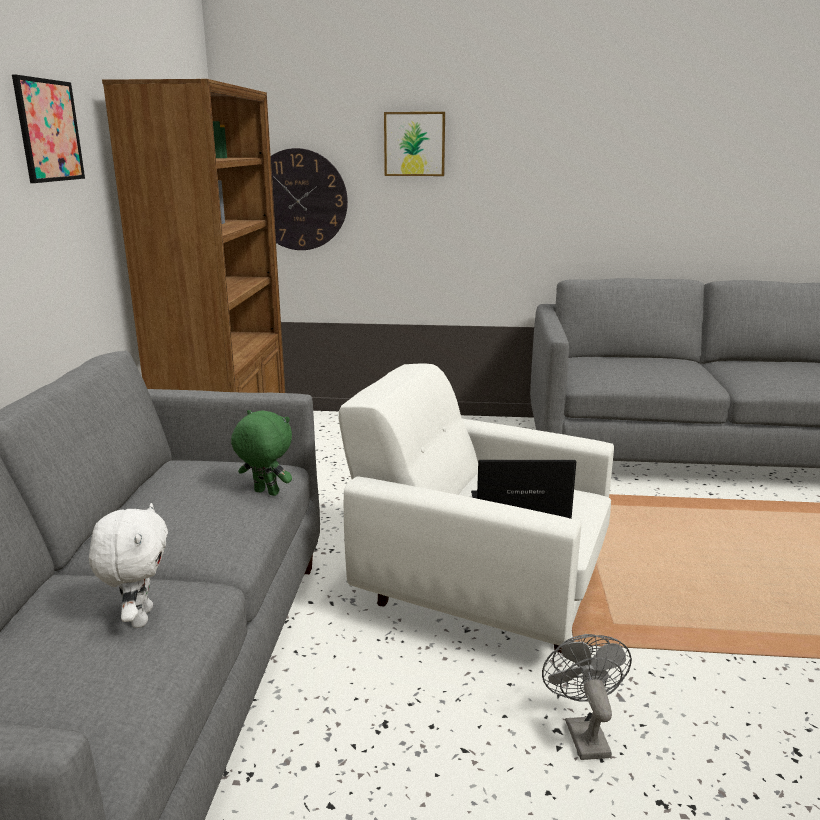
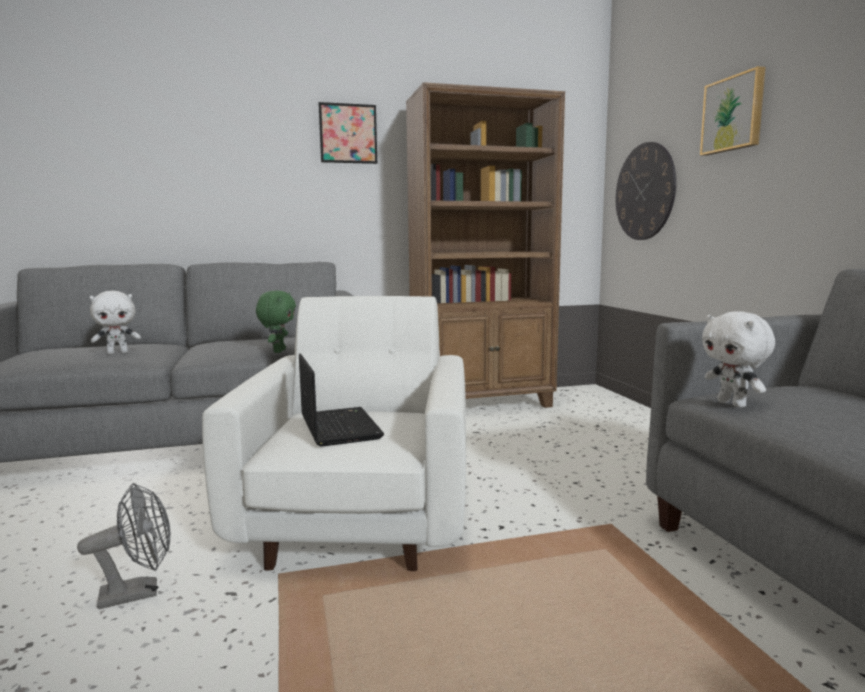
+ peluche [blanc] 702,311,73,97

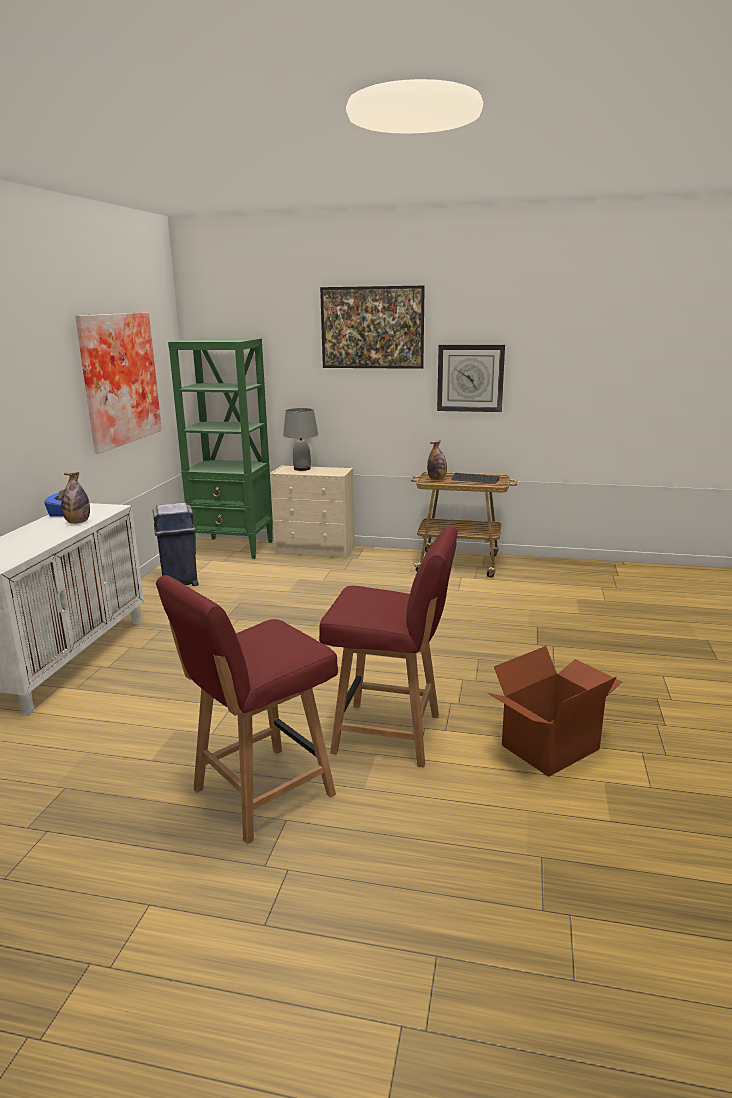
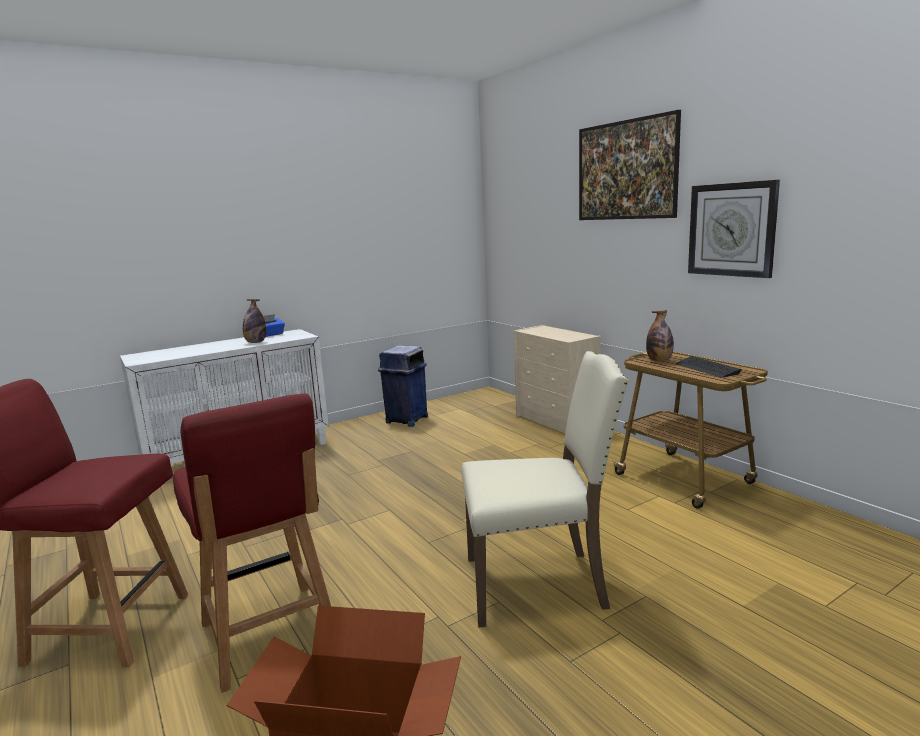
- tableau 75,312,87,142
- bibliothèque [vert] 168,339,105,220
- lampe de table [gris] 283,408,35,63
+ chaise [beige] 461,351,168,276

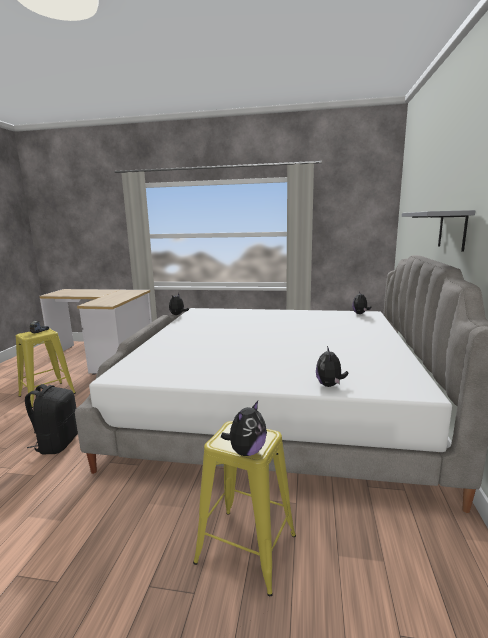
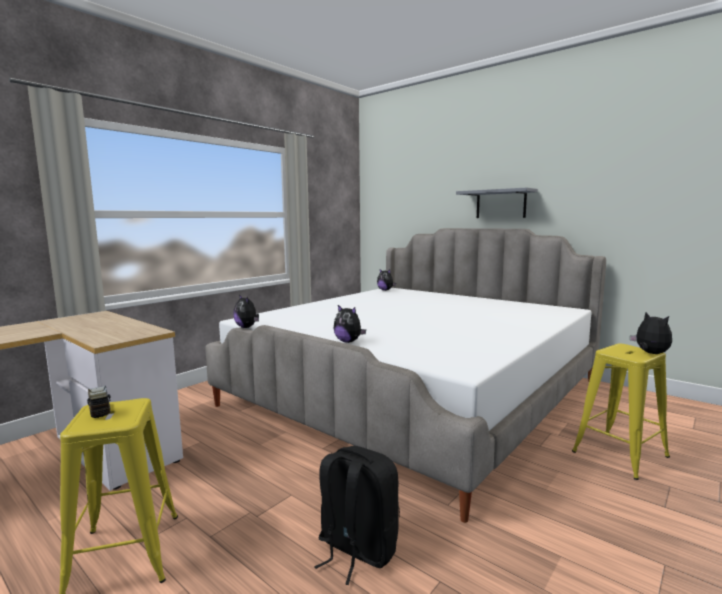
~ peluche 316,346,32,41 to 334,305,32,38

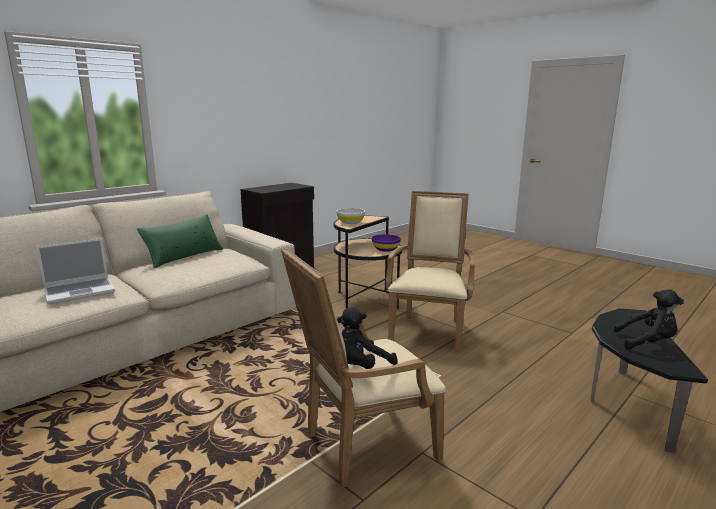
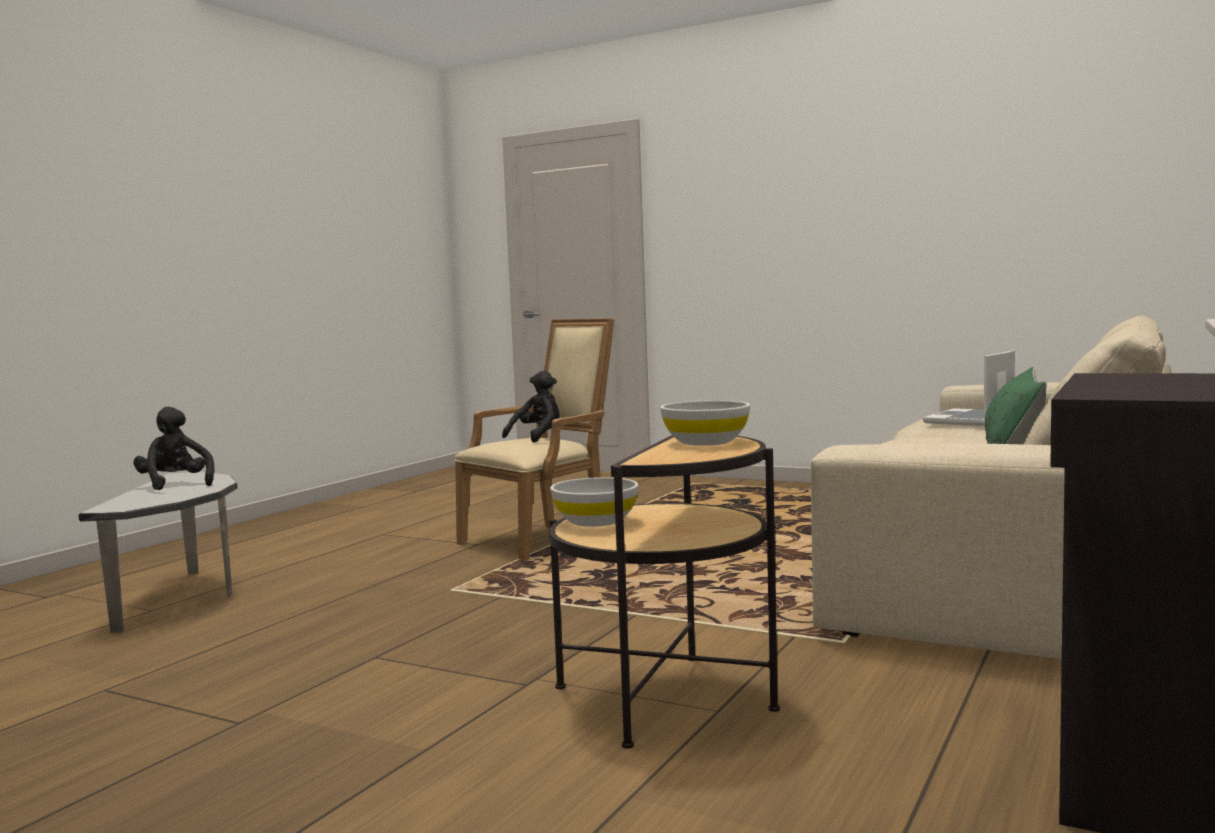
~ bol [violet] 372,234,29,18 to bol [blanc] 550,477,88,50
- fauteuil [beige] 386,191,89,161
~ peluche [noir] 614,289,70,61 = 133,406,82,84 60 degrees clockwise

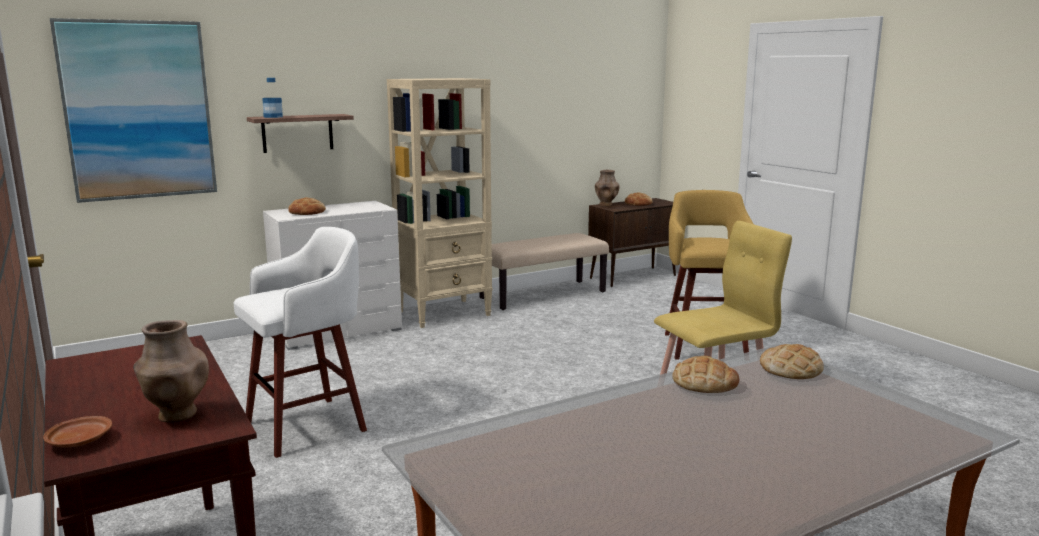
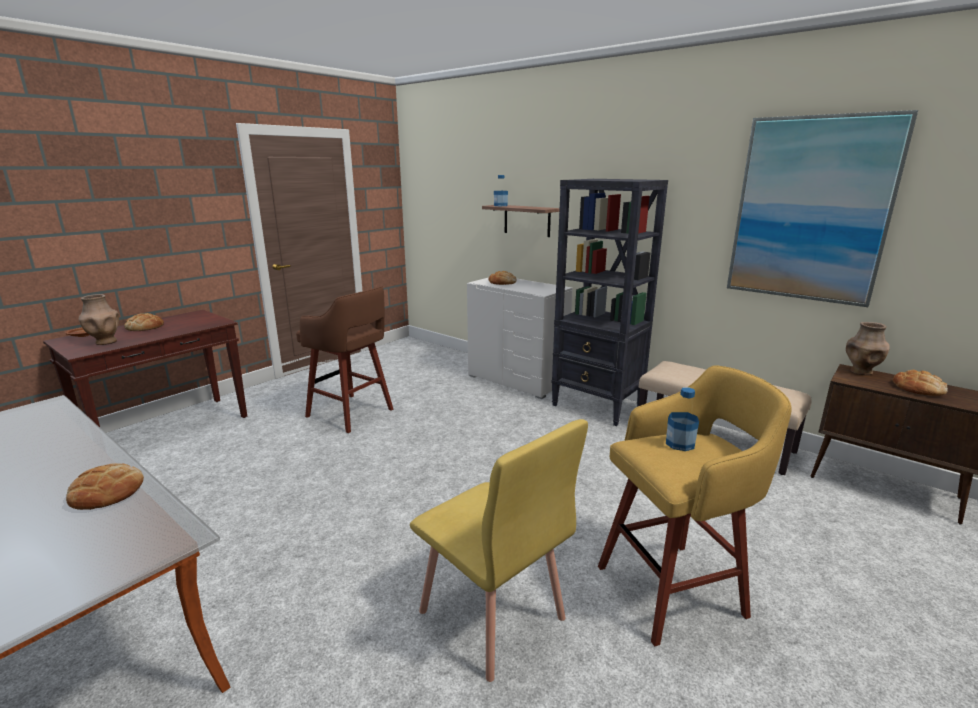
~ tableau 50,18,167,185 to 727,110,191,197
~ tabouret [blanc] 233,227,134,231 to tabouret [marron] 296,286,97,147
~ bibliothèque [beige] 387,78,105,250 to bibliothèque [noir] 551,179,117,247
~ pain 760,344,64,35 to 124,313,40,18
+ bouteille 666,388,33,63

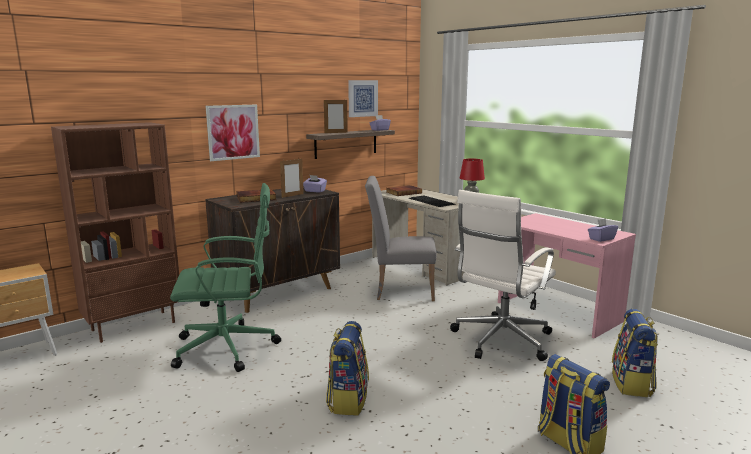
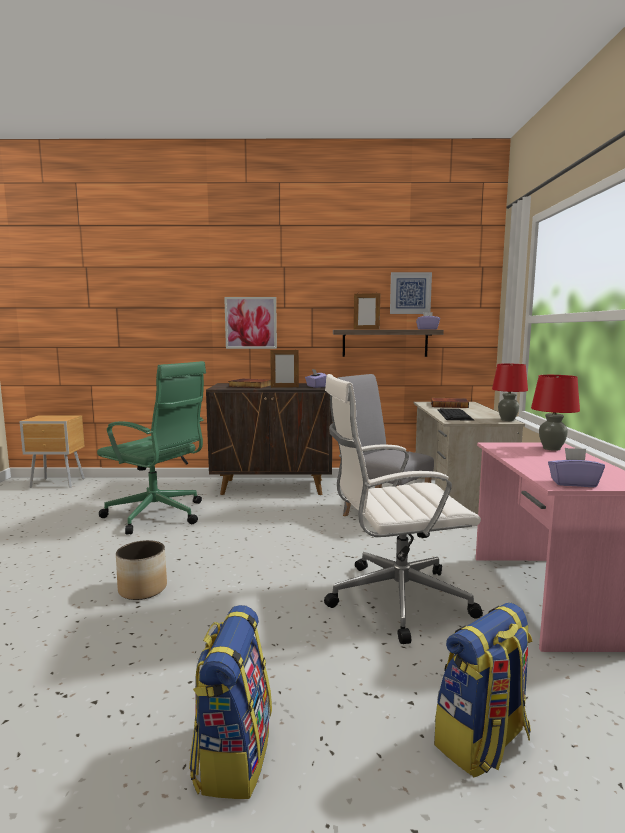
- bibliothèque [marron] 51,122,128,221
~ sac à dos 326,321,43,94 to cache-pot 116,540,51,60
+ lampe de table [rouge] 531,375,49,76

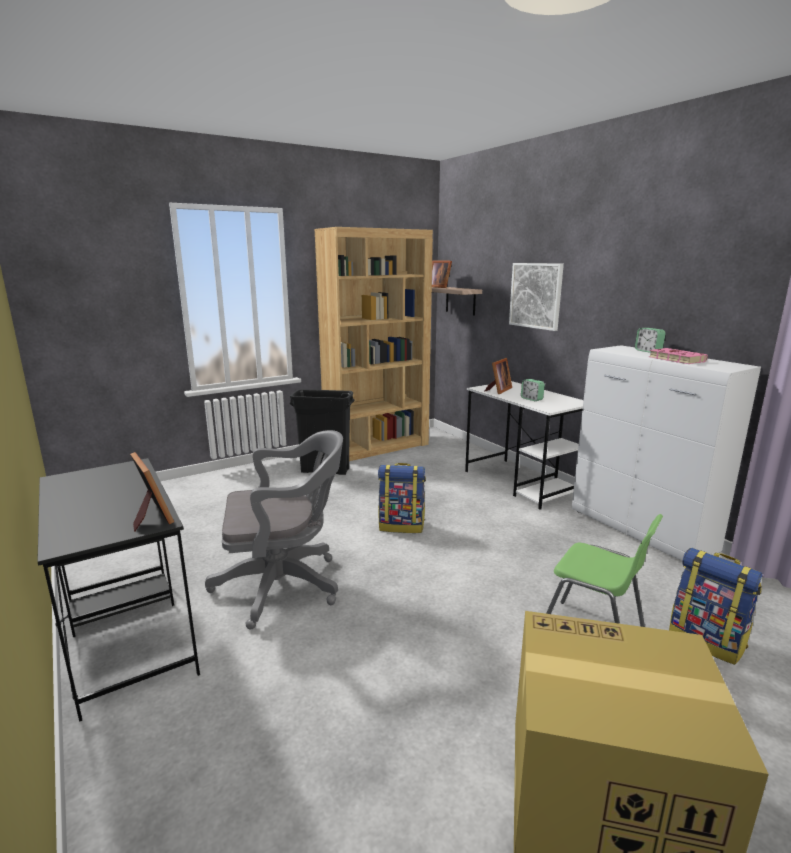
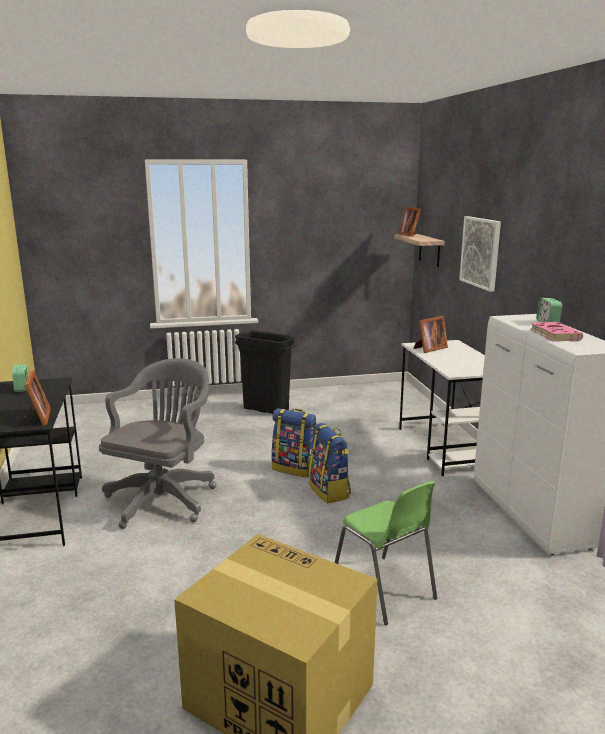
~ chaise de bureau [gris] 205,430,138,199 = 99,358,117,171 75 degrees counterclockwise
- bibliothèque [marron] 315,227,118,234
~ réveil 521,379,24,22 to 12,365,16,27
~ sac à dos 669,548,93,117 to 309,423,42,80

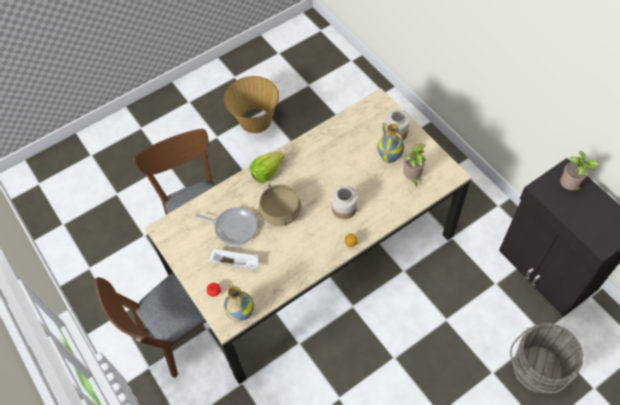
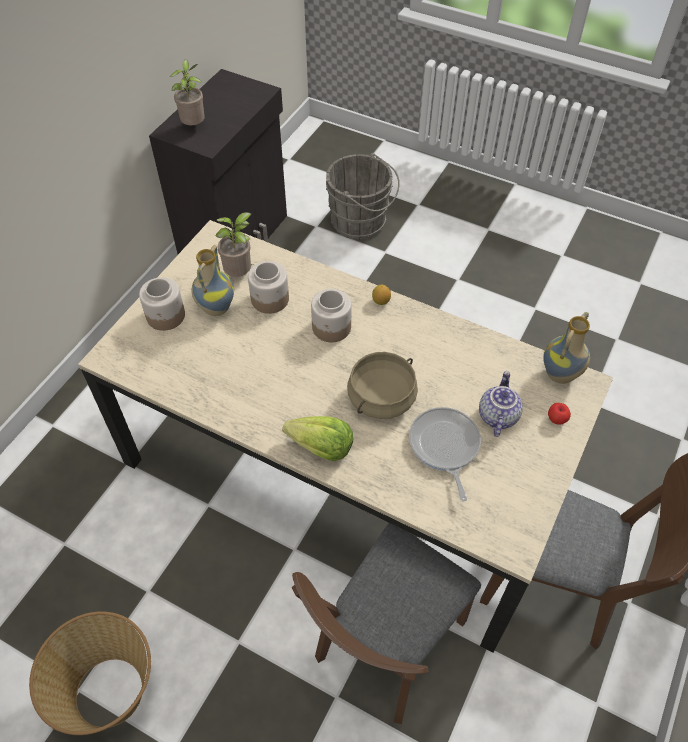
~ plateau [blanc] 208,249,50,21 to théière 479,371,44,66
+ bocal 248,261,41,53

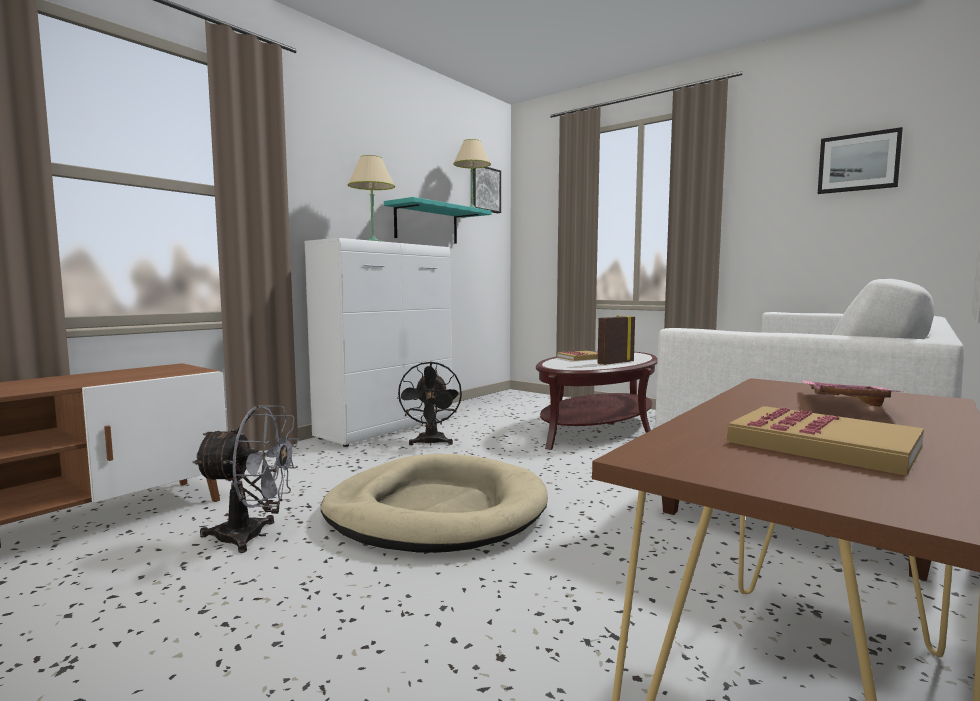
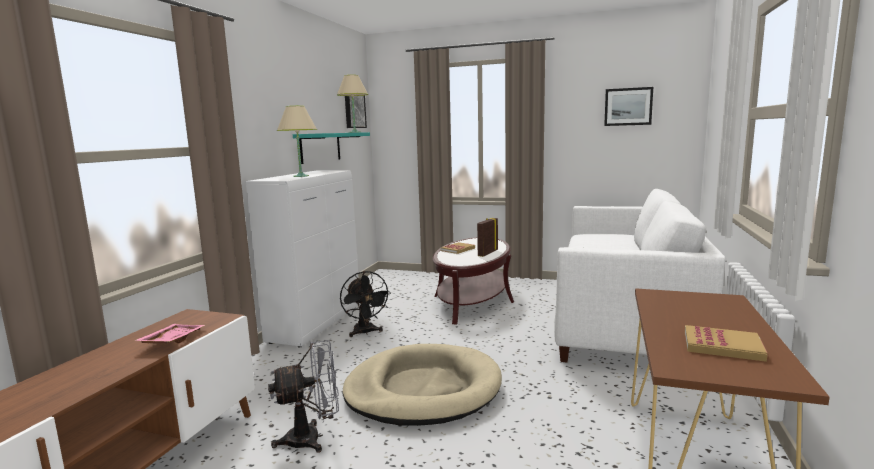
~ plateau [rose] 801,380,104,27 to 134,324,71,20

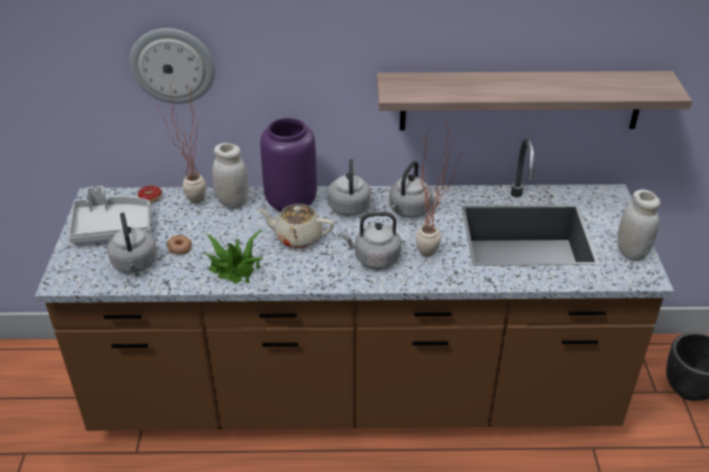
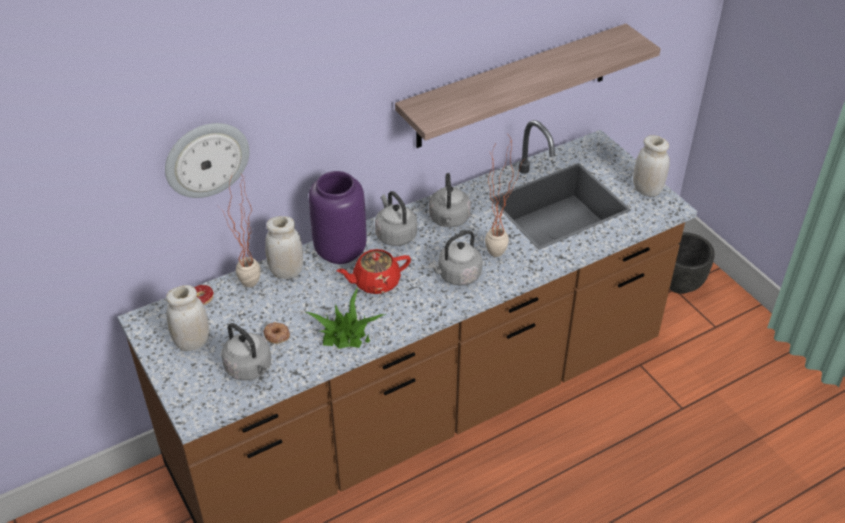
~ plateau [gris] 68,186,83,57 to bocal [blanc] 166,285,43,66
~ théière [beige] 258,204,76,44 to théière [rouge] 336,249,75,45

